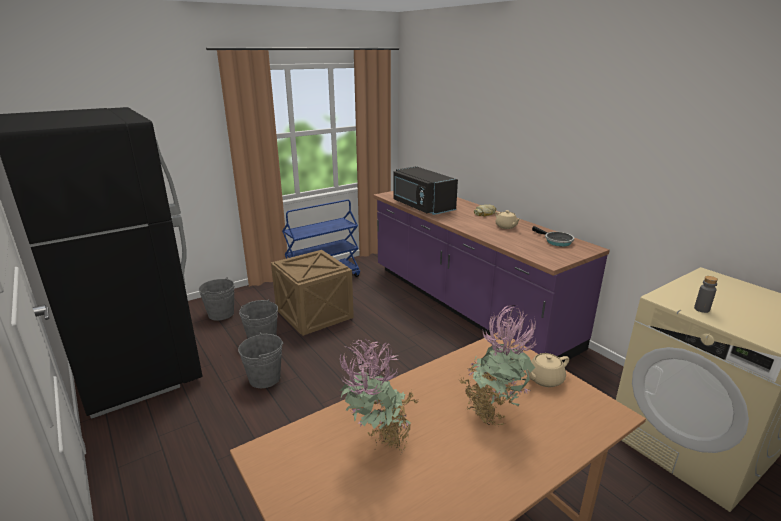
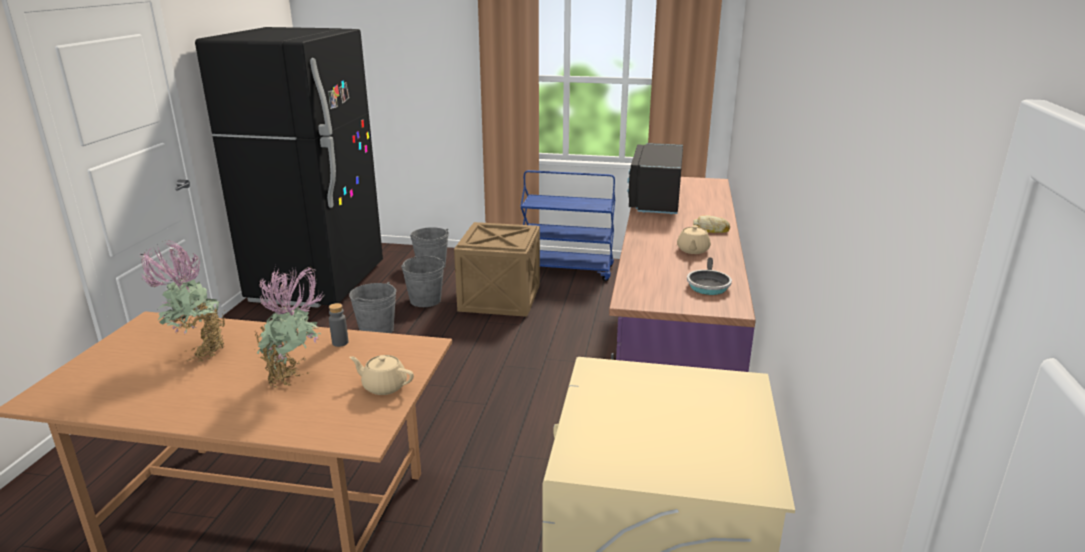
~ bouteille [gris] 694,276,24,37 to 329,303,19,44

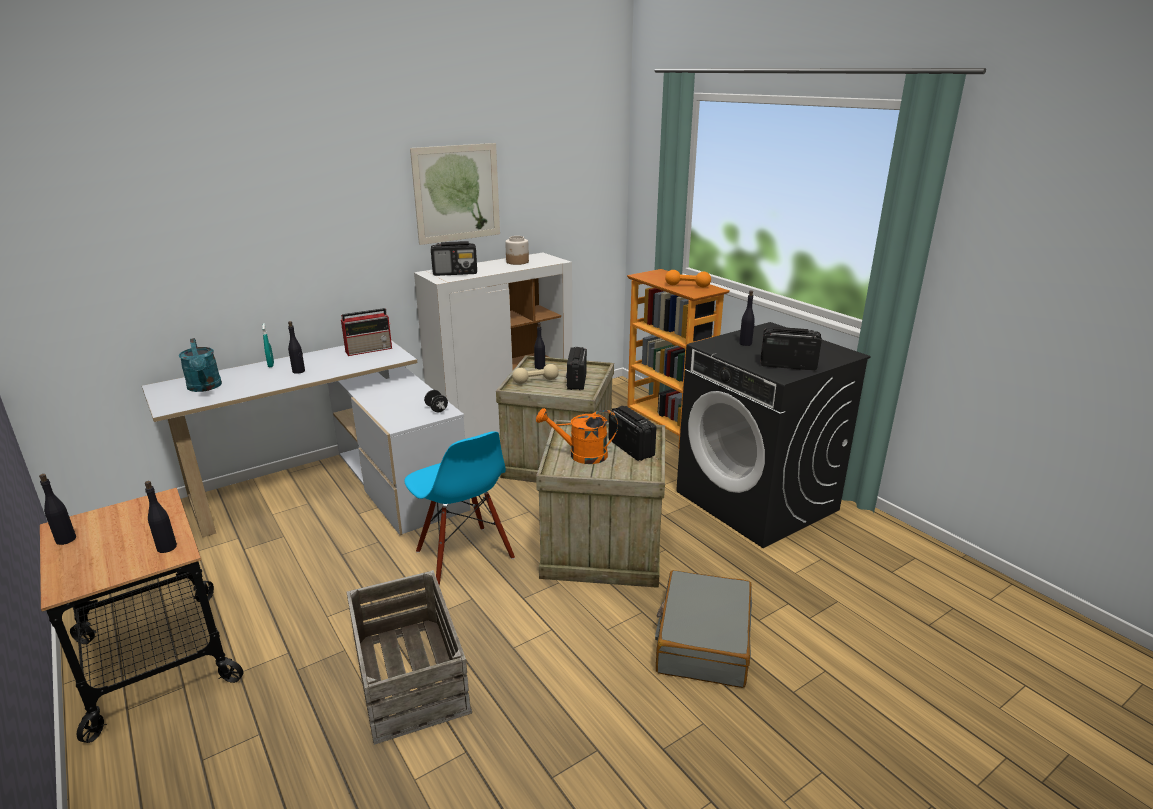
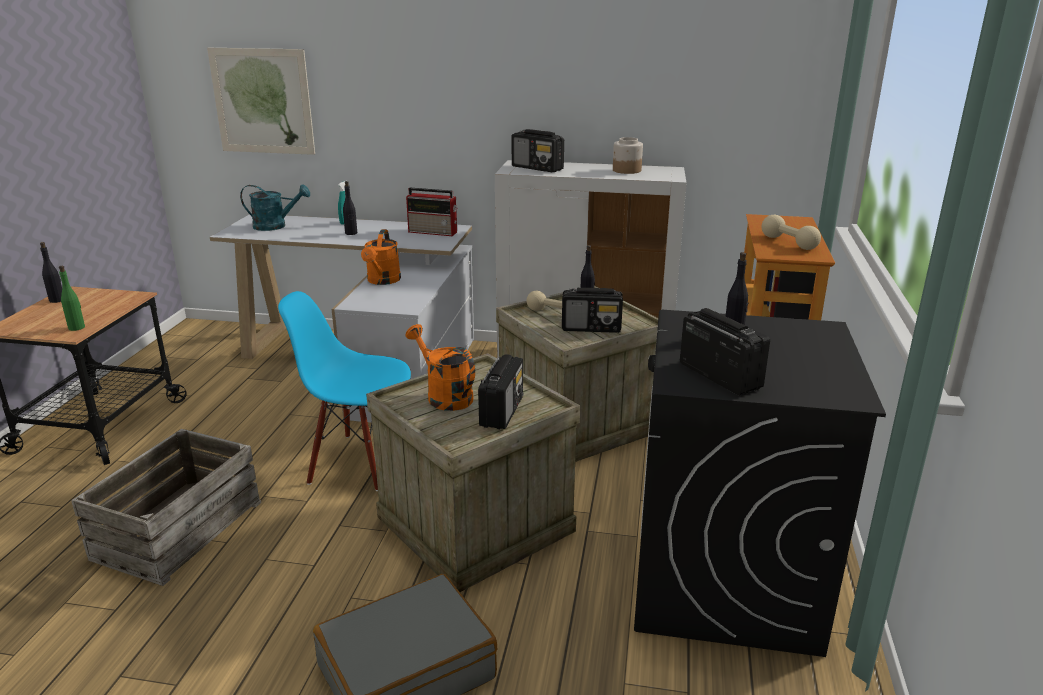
~ bouteille [noir] 145,481,32,72 to bouteille [vert] 59,266,26,65
~ arrosoir [turquoise] 179,338,43,54 = 240,184,70,47 105 degrees counterclockwise
~ chaise [bleu] 404,431,111,155 = 278,291,133,200 90 degrees clockwise
~ tableau 410,143,90,102 to 207,48,108,107
- haltère [noir] 424,390,24,22
~ radio 566,347,21,43 = 562,288,61,45 135 degrees counterclockwise
~ haltère [orange] 665,270,46,17 to haltère [beige] 761,215,60,35
+ arrosoir [orange] 361,229,40,56

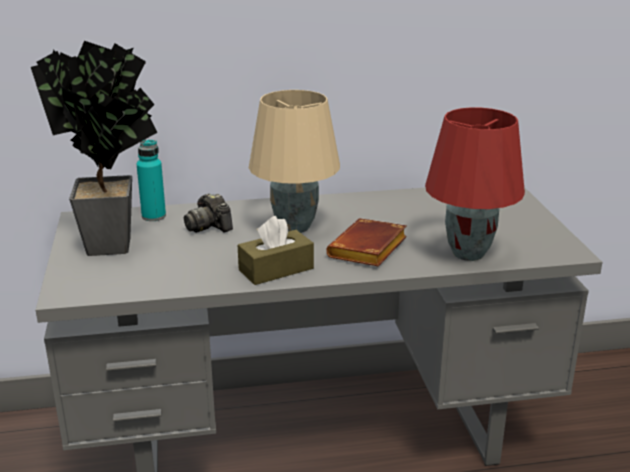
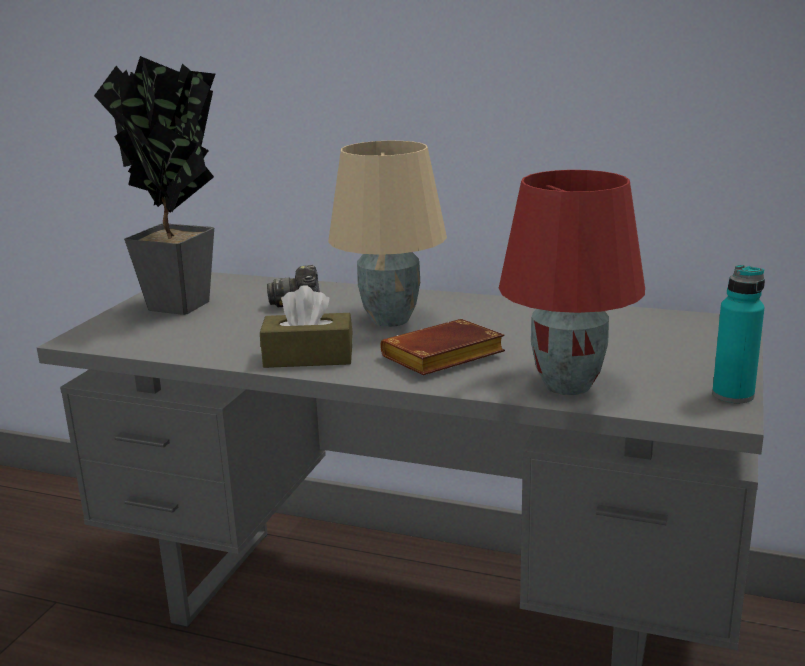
~ bouteille [turquoise] 136,140,30,81 to 712,265,53,138

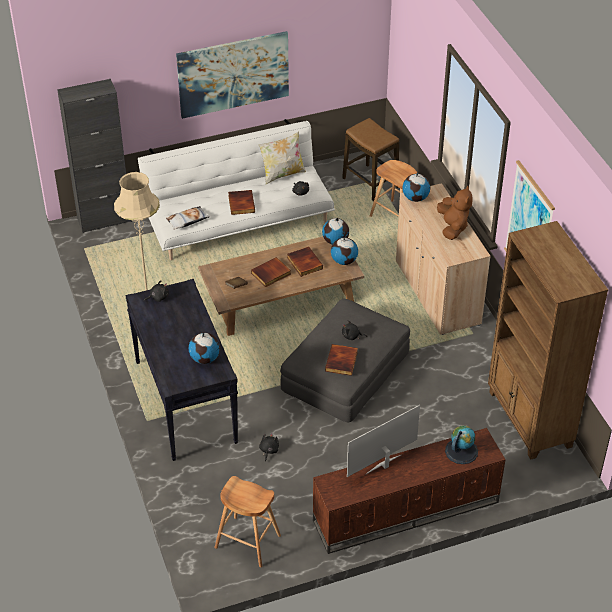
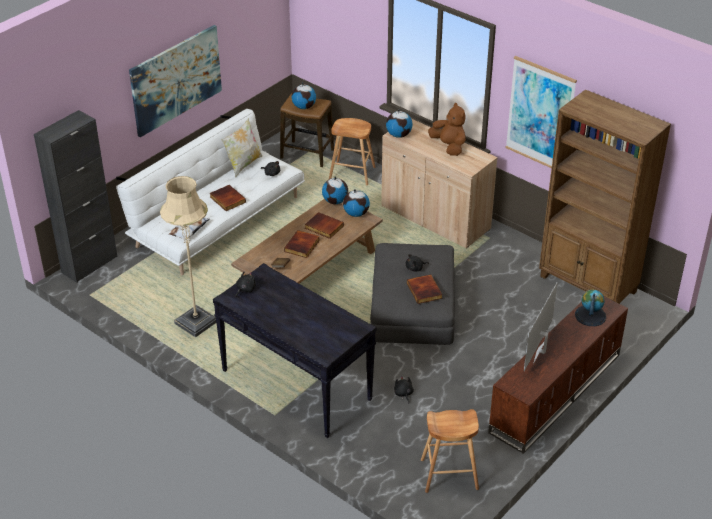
~ globe 189,333,31,31 to 291,82,25,27

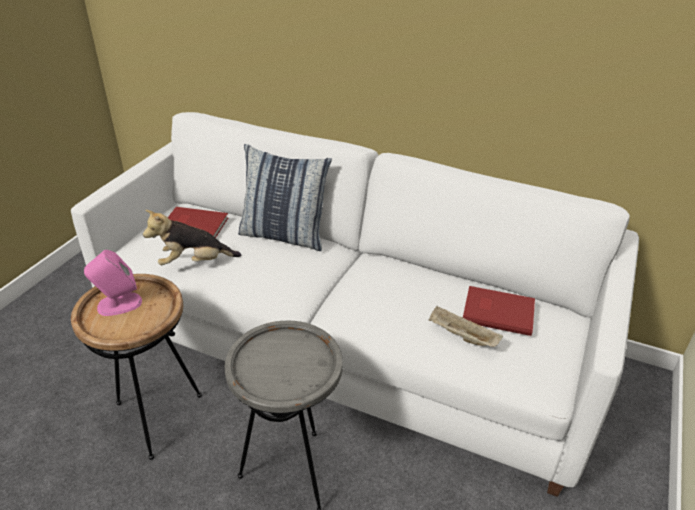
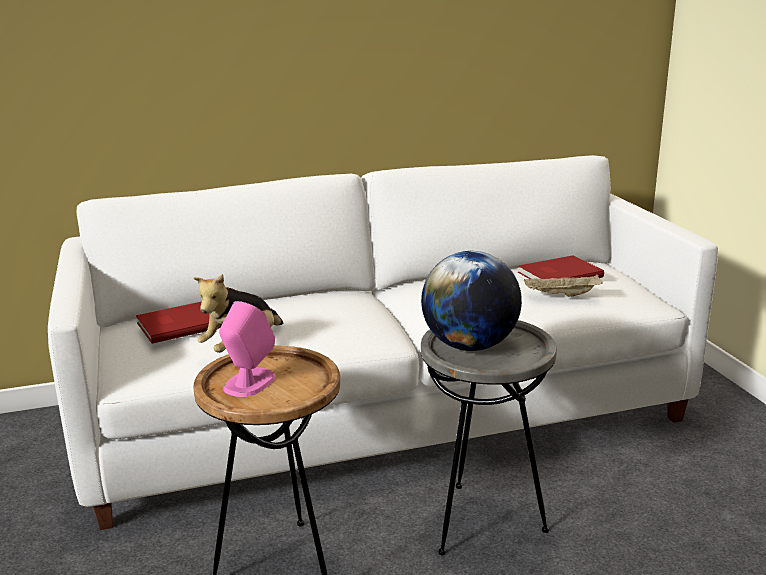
- coussin 238,144,94,107
+ globe 421,251,101,100

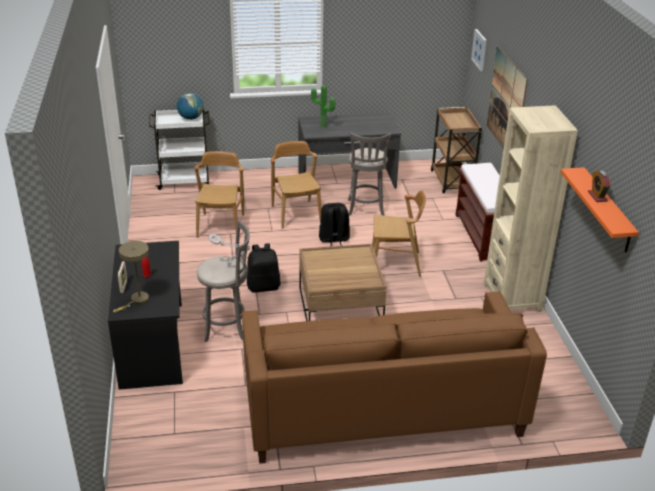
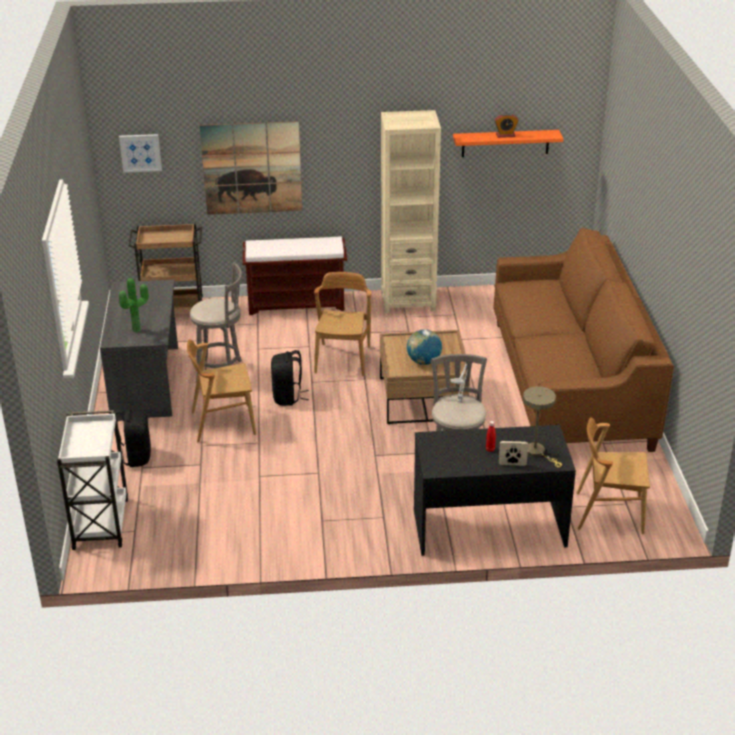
~ globe 177,93,26,27 to 407,329,35,36
~ chaise [marron] 195,151,49,87 to 577,417,73,117
~ sac à dos [noir] 247,243,34,50 to 114,409,37,58

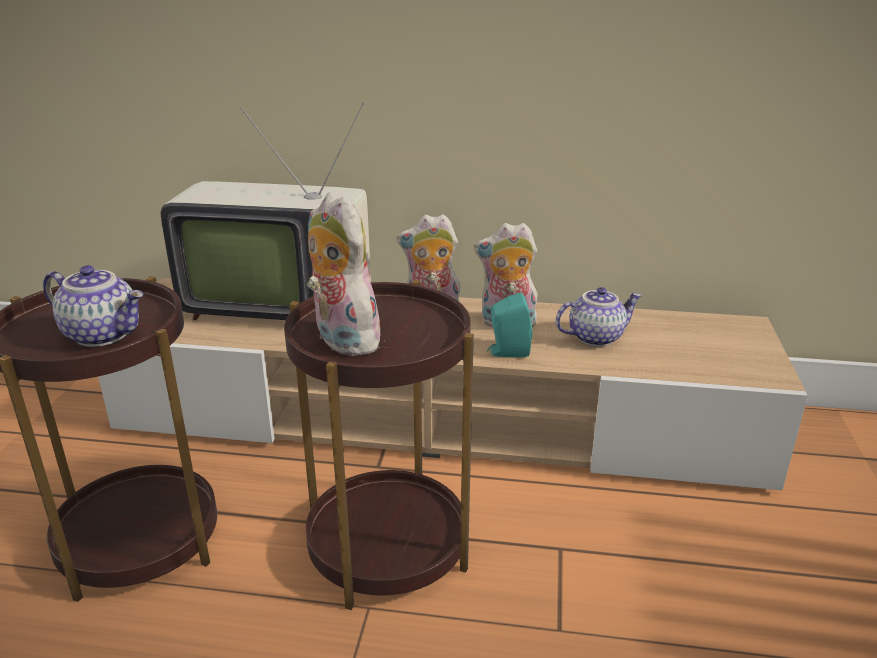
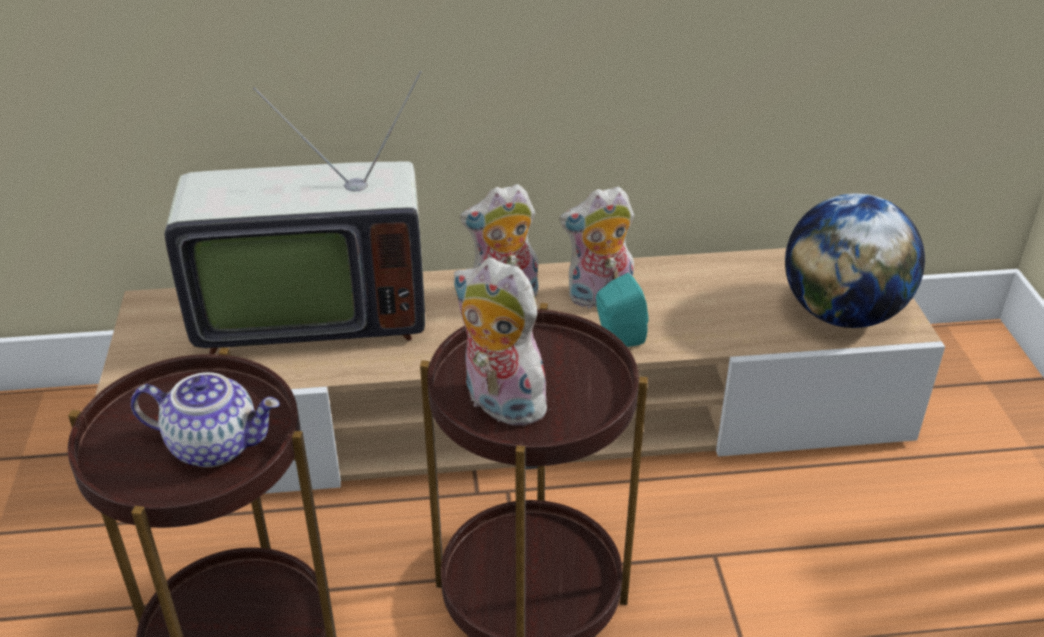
- théière 556,287,86,59
+ globe 785,193,140,135

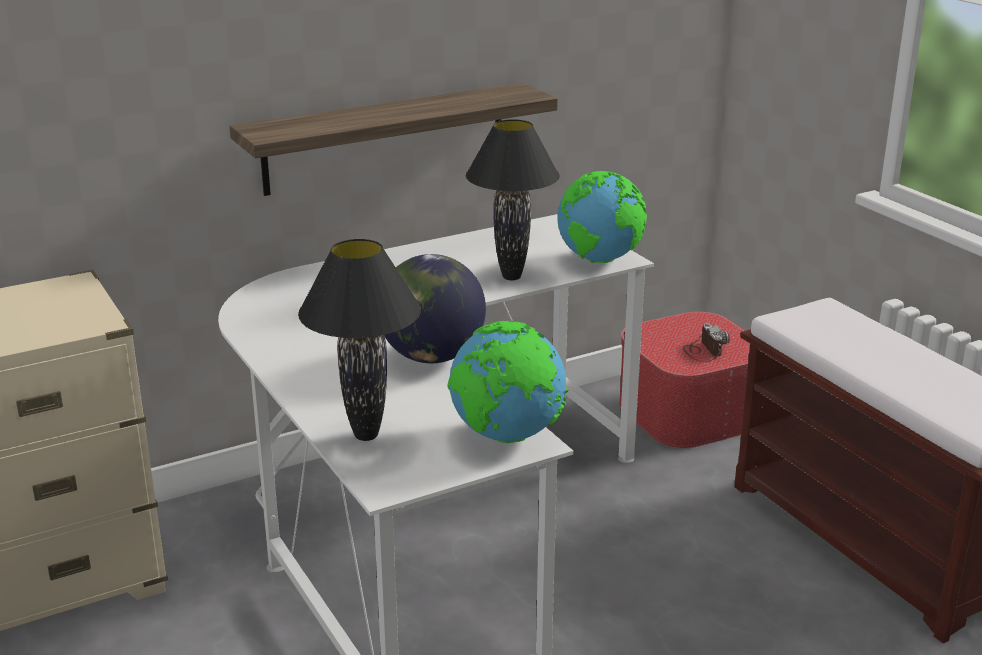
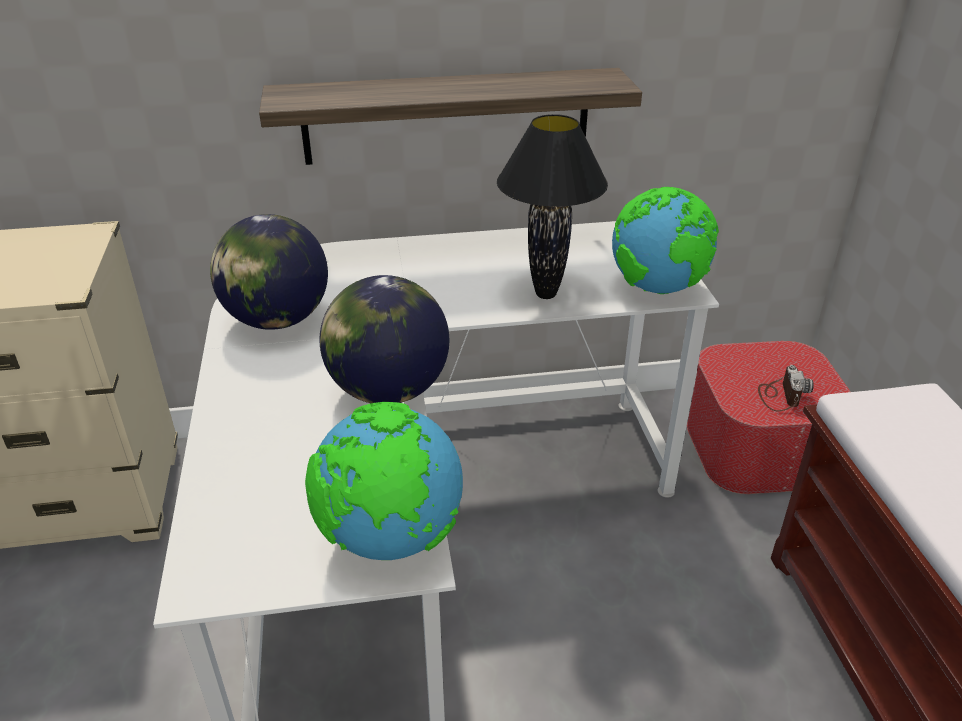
- lampe de table [noir] 298,239,123,202
+ globe 210,214,118,116

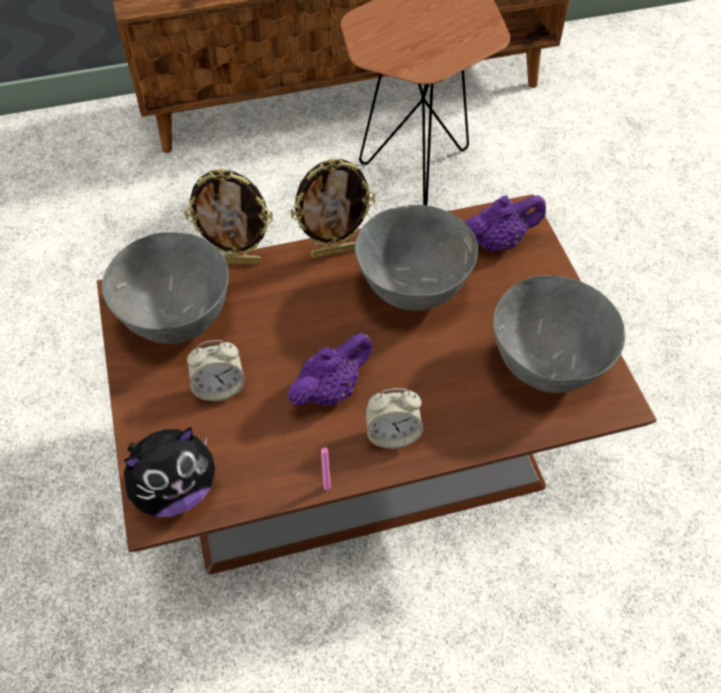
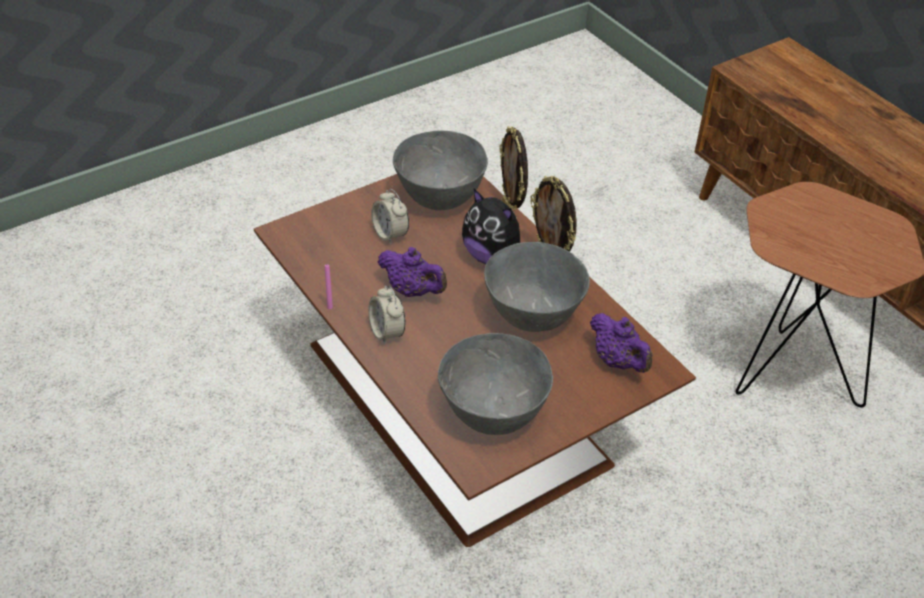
~ peluche 124,427,91,90 to 462,189,58,75

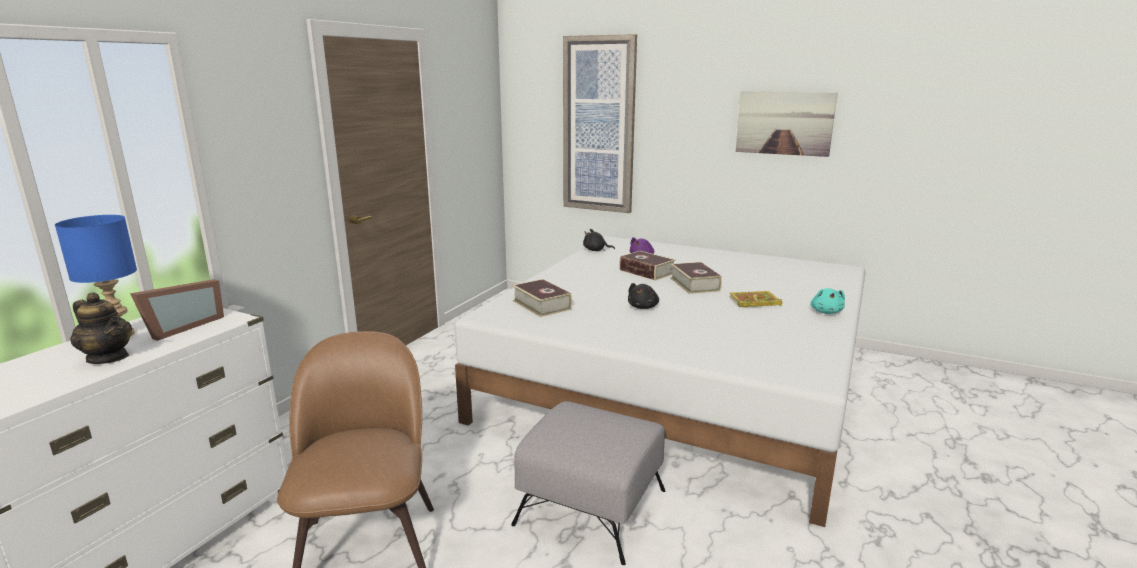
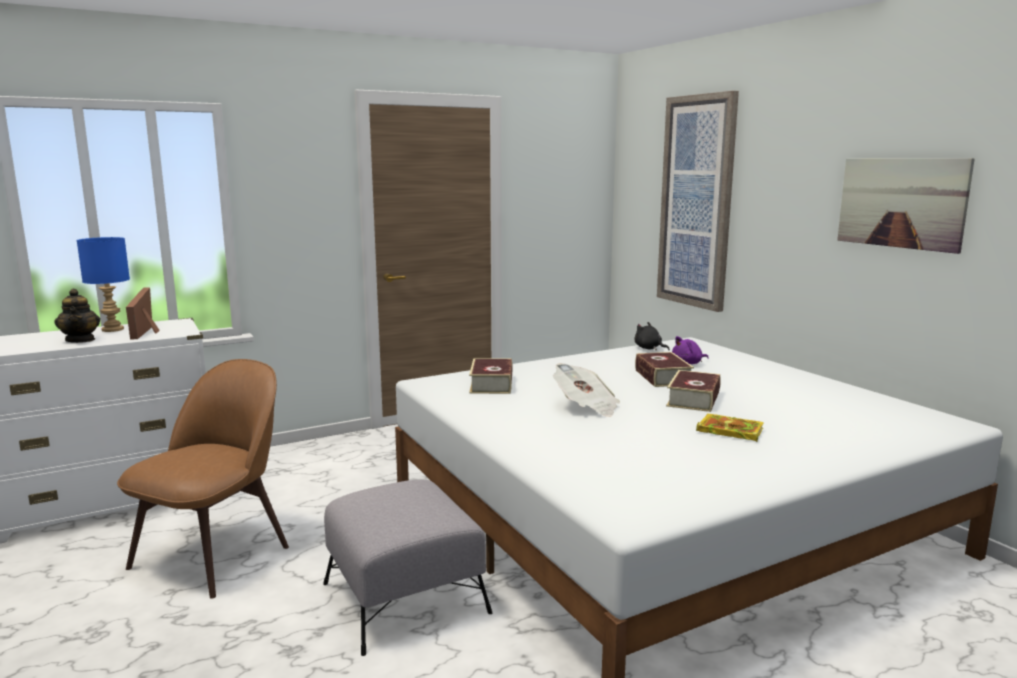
~ cadre photo 130,279,94,62 = 126,287,34,53 105 degrees clockwise
~ peluche [noir] 628,283,31,26 to journal 553,363,67,54
- peluche [turquoise] 810,288,35,26

